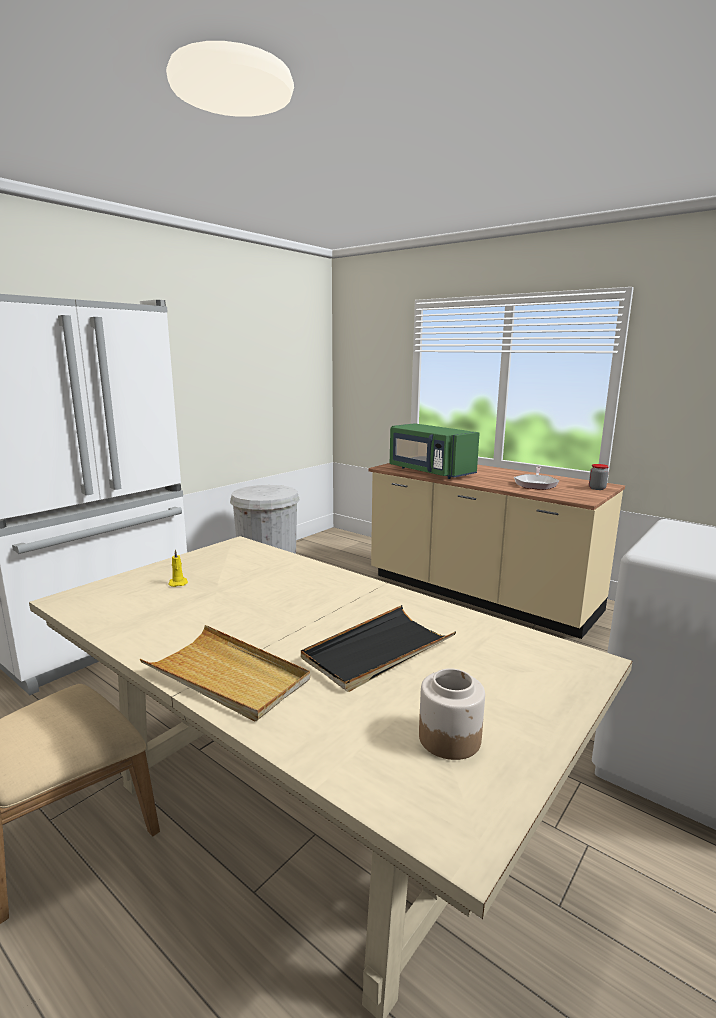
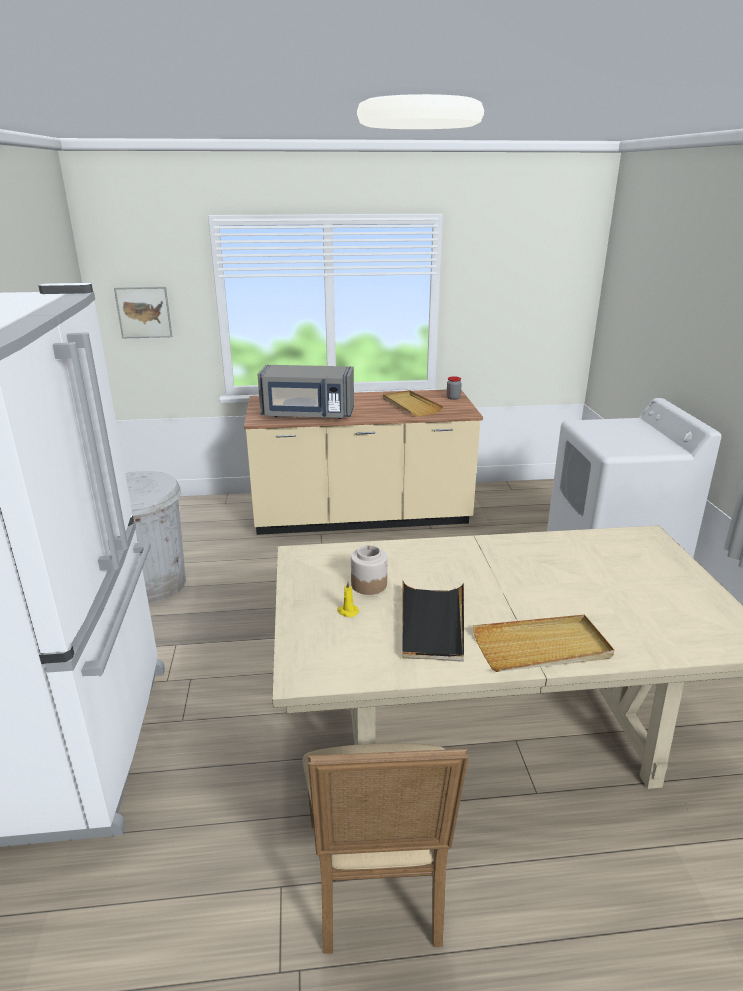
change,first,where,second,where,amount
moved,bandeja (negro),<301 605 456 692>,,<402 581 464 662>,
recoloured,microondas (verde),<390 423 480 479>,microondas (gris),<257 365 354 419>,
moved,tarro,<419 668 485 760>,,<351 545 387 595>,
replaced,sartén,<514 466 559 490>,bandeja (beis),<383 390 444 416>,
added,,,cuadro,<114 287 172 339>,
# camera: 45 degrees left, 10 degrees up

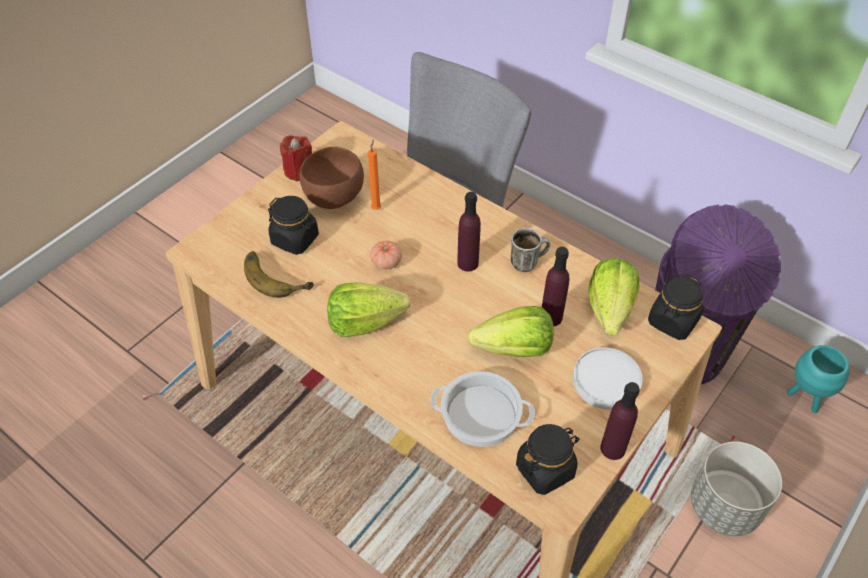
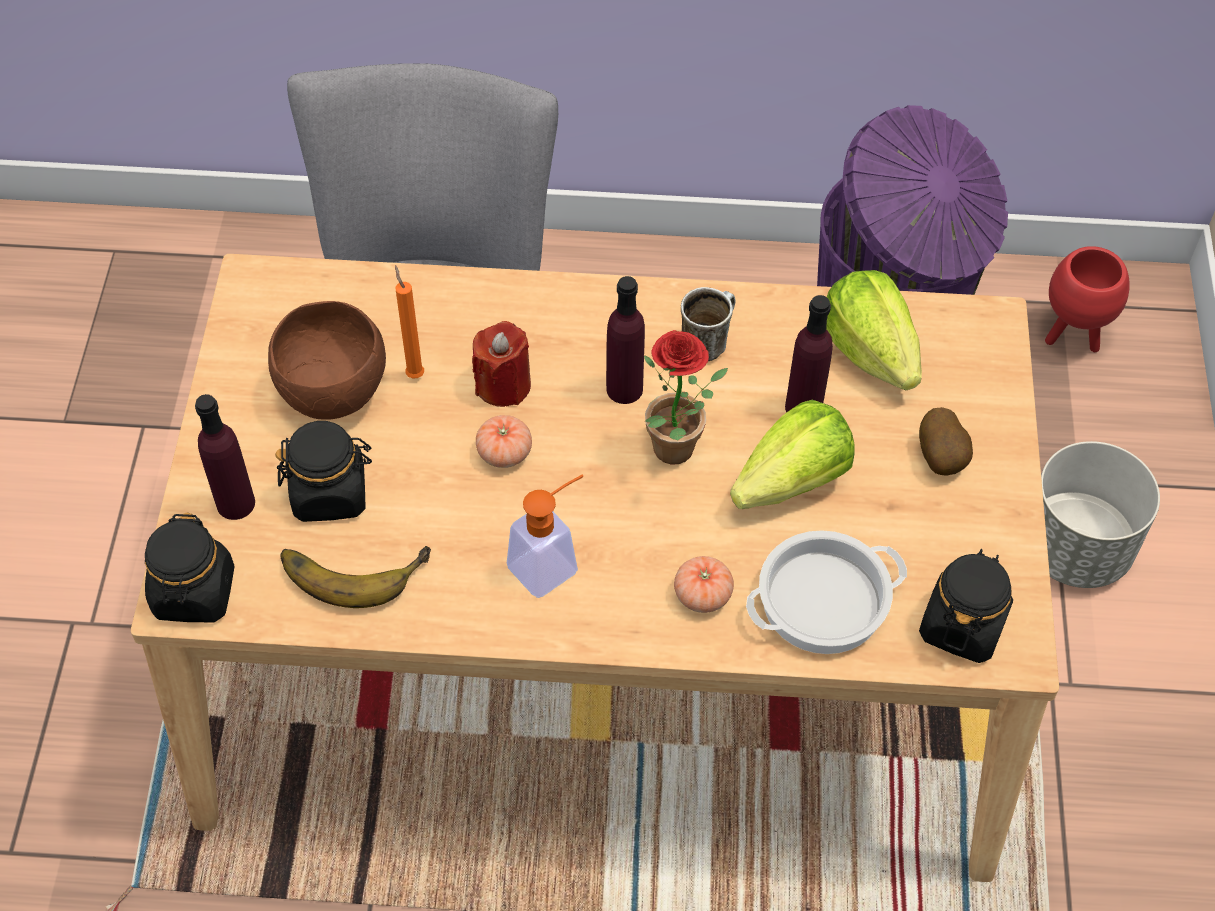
change,first,where,second,where,amount
moved,vela (rojo),<280 135 312 182>,,<472 321 531 407>,
replaced,lechuga,<327 282 411 337>,dispensador de jabón,<507 475 583 598>,
replaced,plato (blanco),<573 348 642 410>,patata,<919 407 973 475>,
moved,botella (morado),<600 382 640 460>,,<195 394 255 520>,
moved,tarro (negro),<648 275 704 340>,,<145 513 235 622>,
recoloured,maceta (turquesa),<787 345 850 413>,maceta (rojo),<1045 246 1130 352>,
added,,,planta en maceta,<644 330 728 464>,
added,,,tomate,<674 556 734 613>,
# camera: 35 degrees left, 5 degrees up

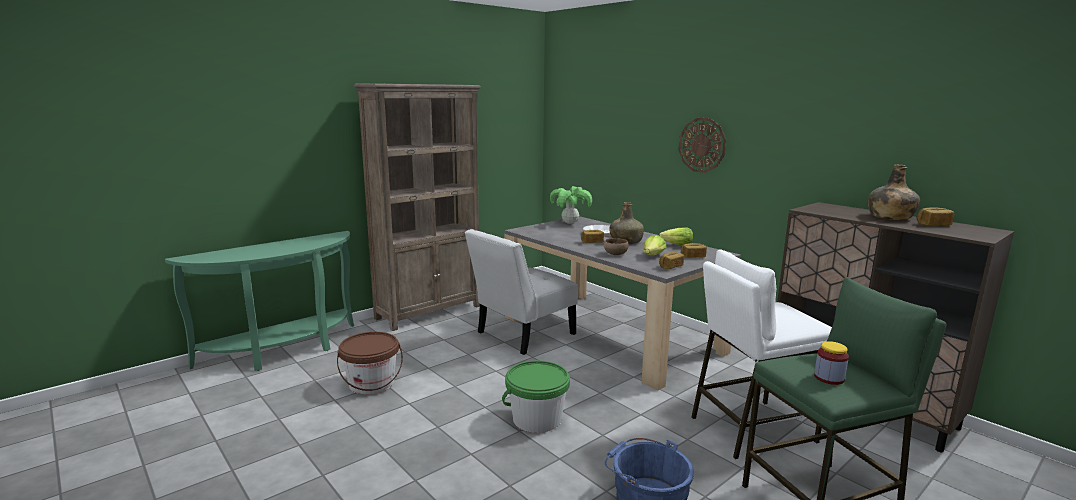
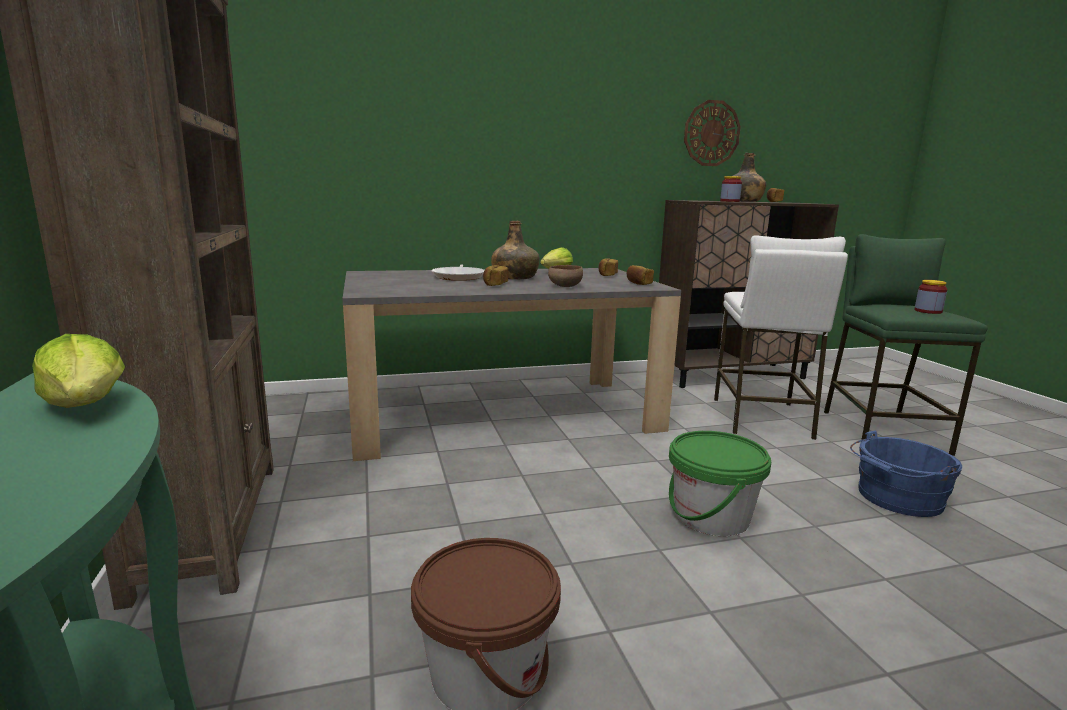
change,first,where,second,where,amount
removed,silla (blanco),<465 229 578 355>,,,
removed,planta en maceta,<550 186 592 224>,,,
moved,lechuga,<644 235 666 255>,,<32 334 125 408>,
moved,reloj de pared,<679 118 726 173>,,<684 100 741 166>,
added,,,tarro,<720 176 742 202>,
# camera: 65 degrees left, 0 degrees up

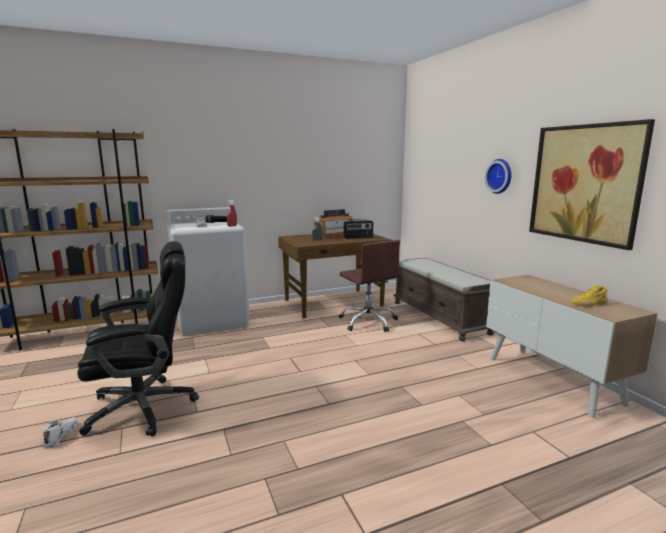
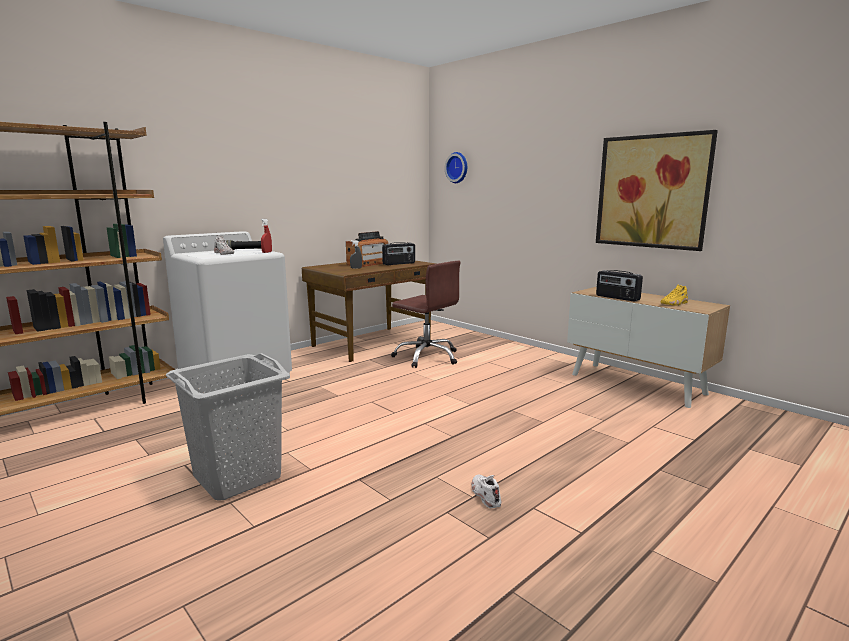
change,first,where,second,where,amount
moved,zapato (blanco),<42 417 78 448>,,<472 474 501 508>,
replaced,silla de oficina (negro),<77 241 199 436>,cesto de la ropa (gris),<166 353 289 501>,
removed,banco (marrón),<393 258 494 341>,,,
moved,reloj de pared,<485 159 511 194>,,<445 152 467 183>,
added,,,radio,<596 270 643 302>,
# camera: 20 degrees left, 0 degrees up

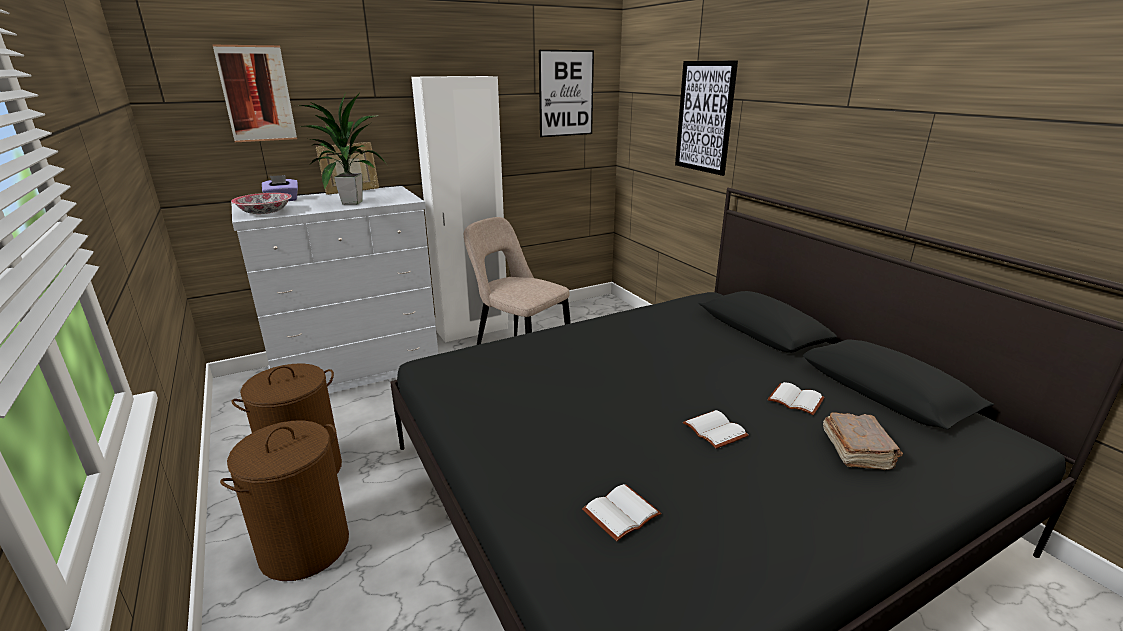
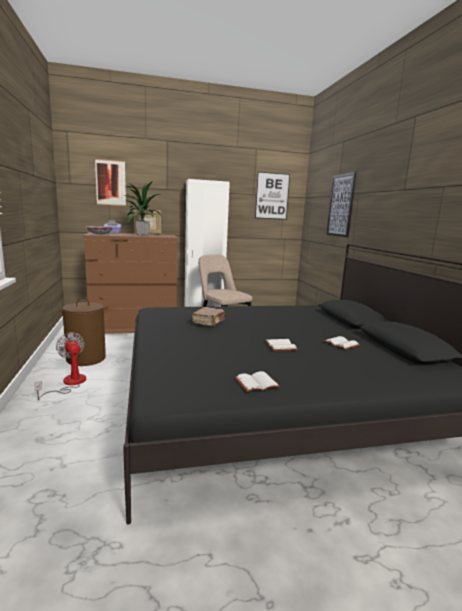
change,first,where,second,where,amount
replaced,cesto de la ropa (marrón),<220 421 349 581>,ventilador,<34 332 86 400>,
recoloured,cómoda (blanco),<232 186 438 393>,cómoda (marrón),<83 232 178 334>,
moved,libro (blanco),<582 484 661 541>,,<235 371 281 392>,
moved,libro (marrón),<823 412 903 470>,,<192 307 225 326>,
# camera: 15 degrees right, 10 degrees down

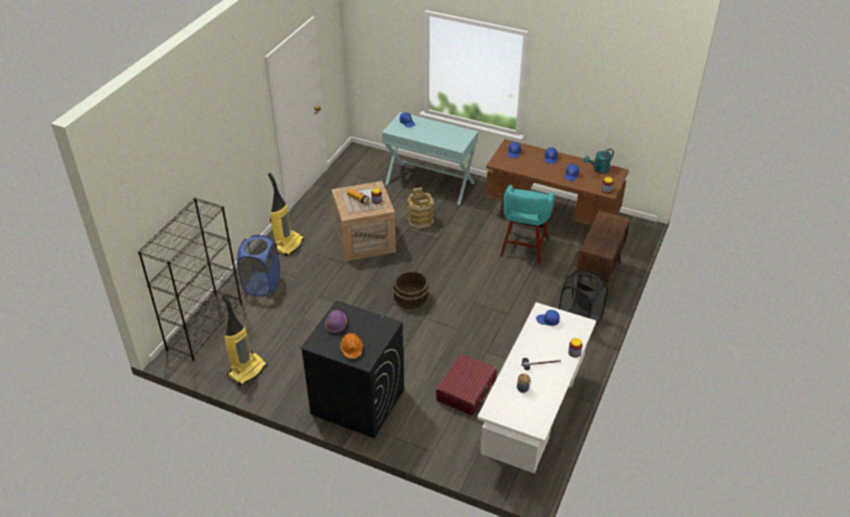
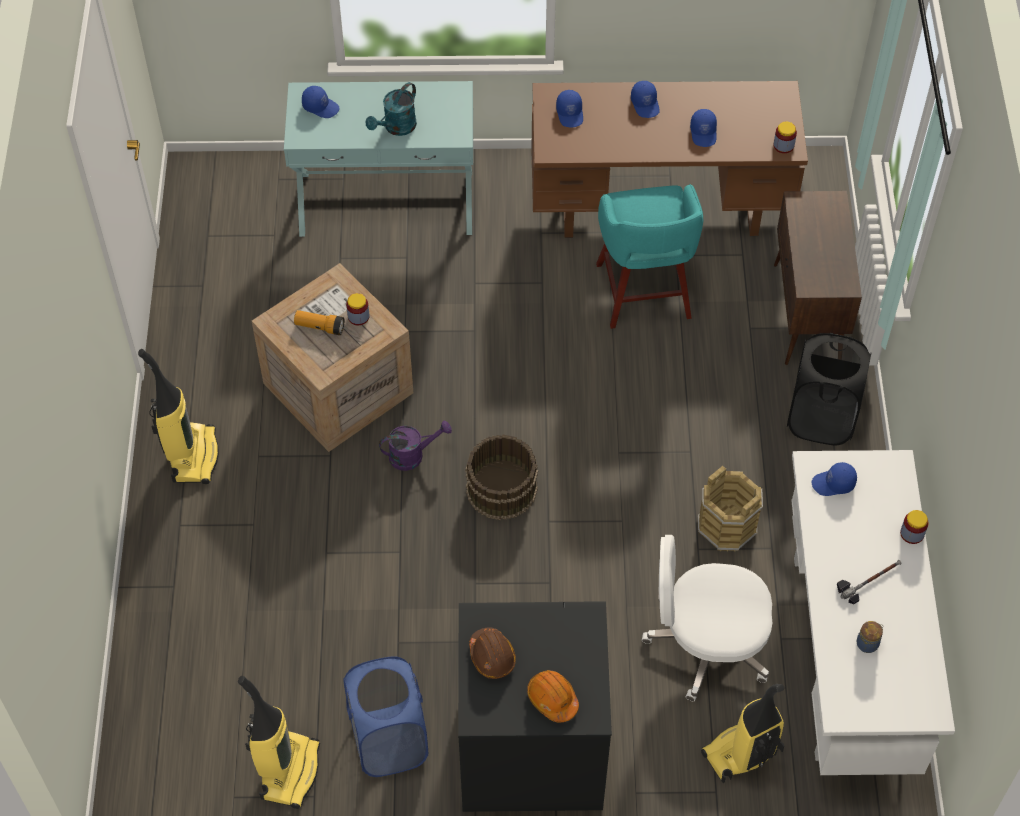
change,first,where,second,where,amount
removed,estantería (negro),<138 198 242 361>,,,
moved,cesto de la ropa (azul),<237 235 280 296>,,<343 657 428 777>,
recoloured,casco (morado),<325 310 347 332>,casco (marrón),<469 628 516 679>,
moved,cubo (marrón),<407 187 435 229>,,<698 466 763 552>,
replaced,maleta (rojo),<436 354 497 416>,silla de oficina (blanco),<642 535 772 701>,
moved,regadera (turquesa),<584 149 614 173>,,<366 82 417 136>,
added,,,regadera (morado),<379 421 452 471>,
added,,,aspiradora,<701 684 784 783>,
# camera: 25 degrees left, 15 degrees up

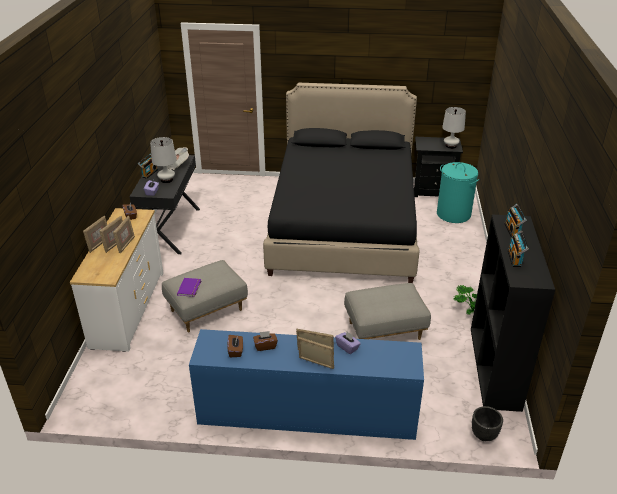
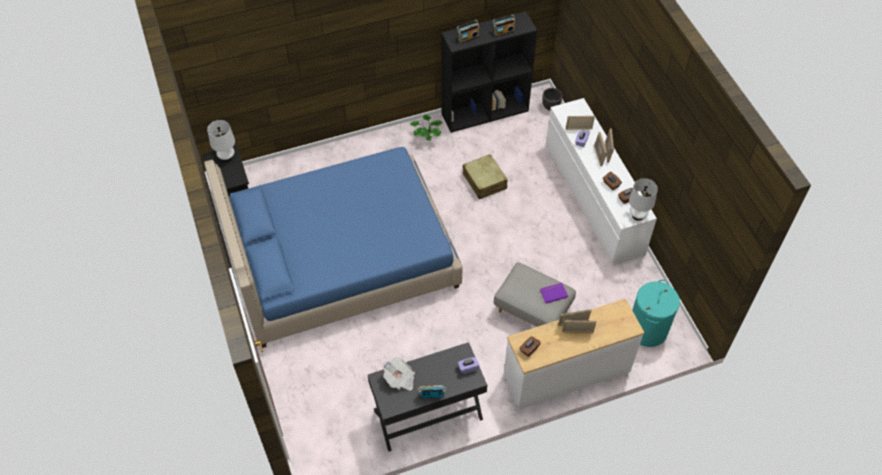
change,first,where,second,where,amount
moved,portarretratos,<83 216 107 253>,,<566 116 595 130>,
moved,lámpara de mesa (blanco),<150 137 177 183>,,<629 178 658 221>,
recoloured,cómoda (azul),<189 329 424 440>,cómoda (blanco),<546 98 657 266>,
recoloured,cama (negro),<263 83 419 283>,cama (azul),<204 147 463 348>,
replaced,puf (gris),<344 283 431 340>,maleta (beis),<463 154 508 199>,
moved,cesto de la ropa (turquesa),<437 162 479 223>,,<632 280 680 347>,
# camera: 115 degrees left, 20 degrees up

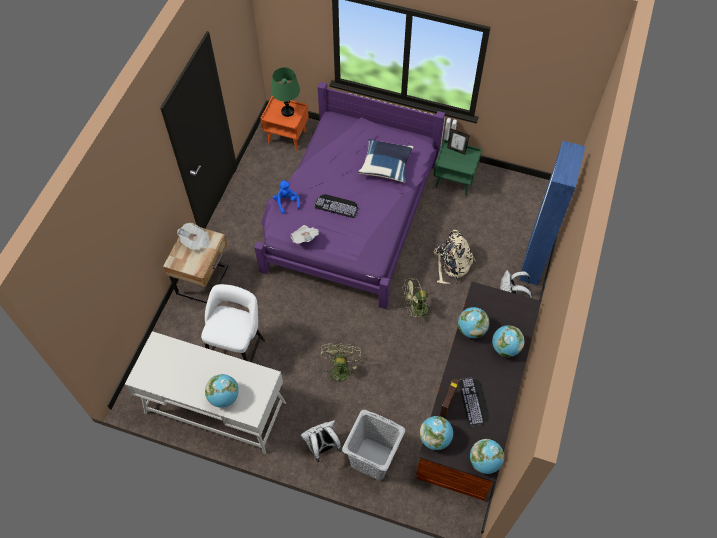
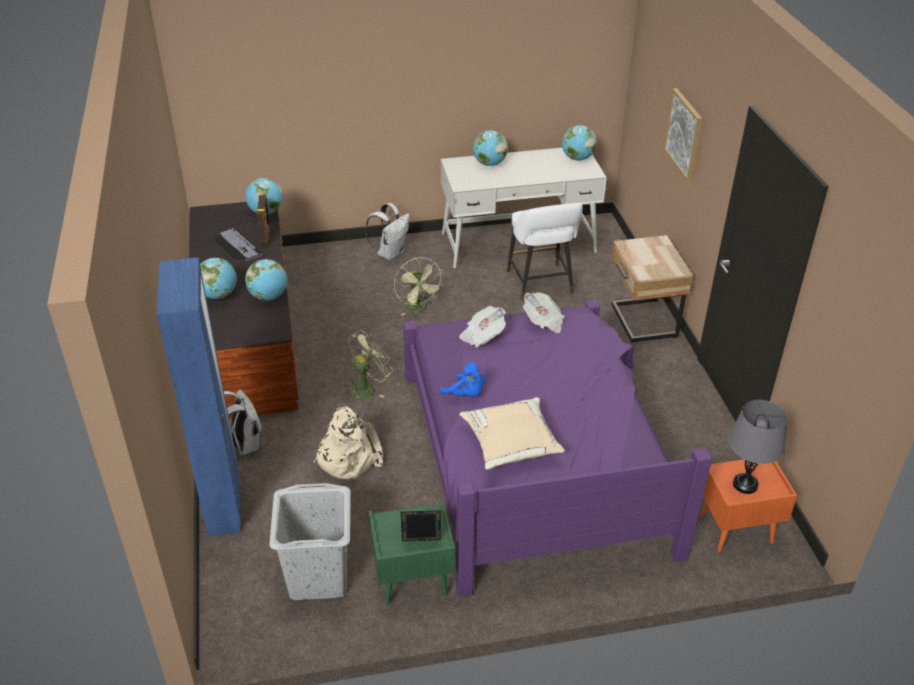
change,first,where,second,where,amount
moved,periódico,<177 223 211 250>,,<459 306 506 347>,
recoloured,lámpara de mesa (verde),<271 67 300 117>,lámpara de mesa (gris),<728 400 787 494>,
moved,peluche (azul),<273 180 300 214>,,<440 362 485 397>,
removed,teclado,<314 194 358 218>,,,
moved,cesto de la ropa (gris),<342 410 405 480>,,<269 483 351 600>,
recoloured,cojín (azul),<358 139 413 183>,cojín (beis),<460 397 565 470>,
moved,globo terráqueo,<470 439 504 474>,,<562 125 597 160>,
added,,,cuadro,<664 88 703 181>,
# camera: 150 degrees right, 20 degrees down

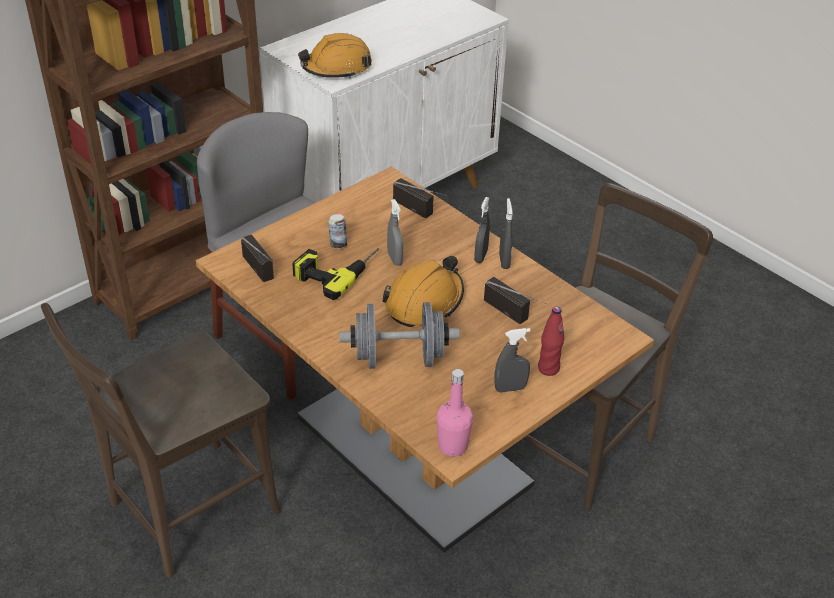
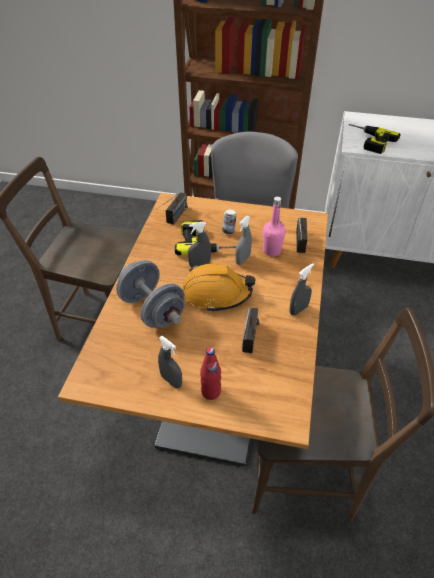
change,first,where,second,where,amount
replaced,casco (naranja),<298 33 372 79>,taladro,<349 124 401 154>,
moved,botella (rosa),<436 369 473 457>,,<263 196 286 256>,
moved,pulverizador (gris),<474 197 490 263>,,<188 222 211 268>,
# camera: 55 degrees right, 5 degrees up

